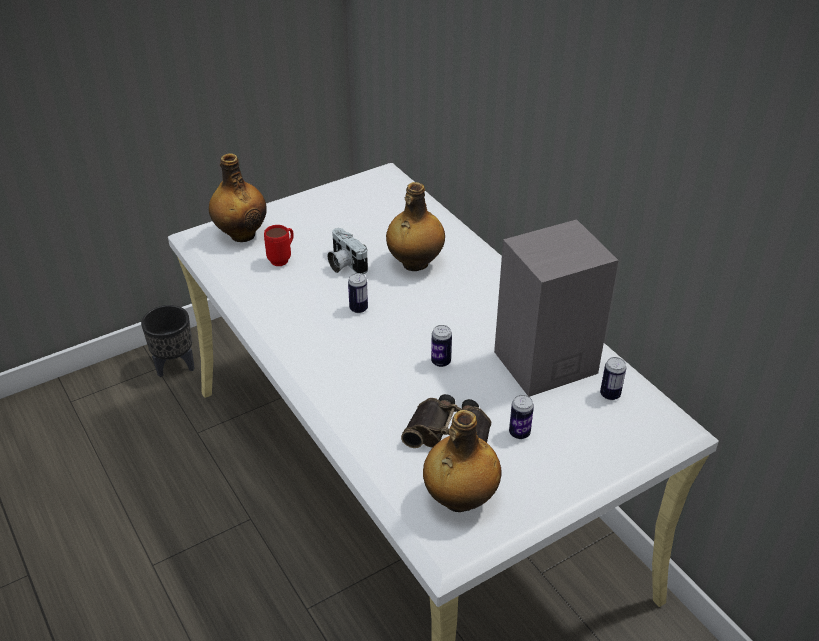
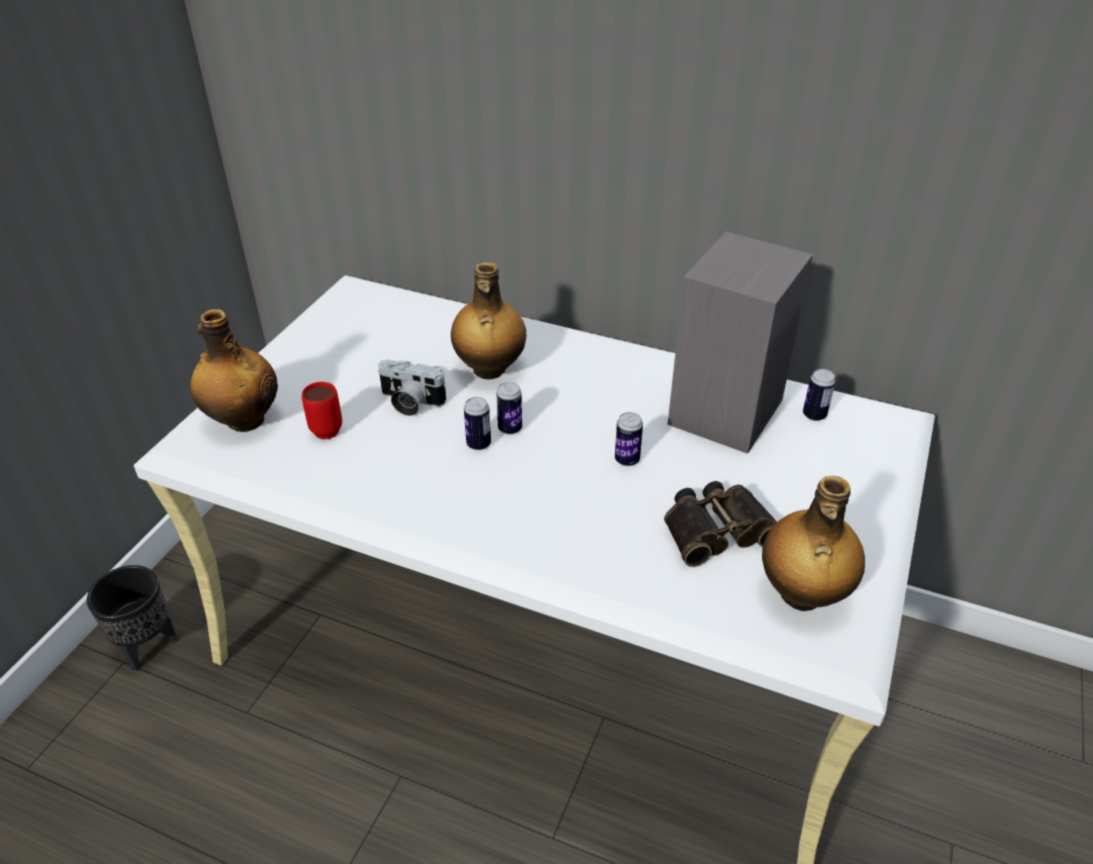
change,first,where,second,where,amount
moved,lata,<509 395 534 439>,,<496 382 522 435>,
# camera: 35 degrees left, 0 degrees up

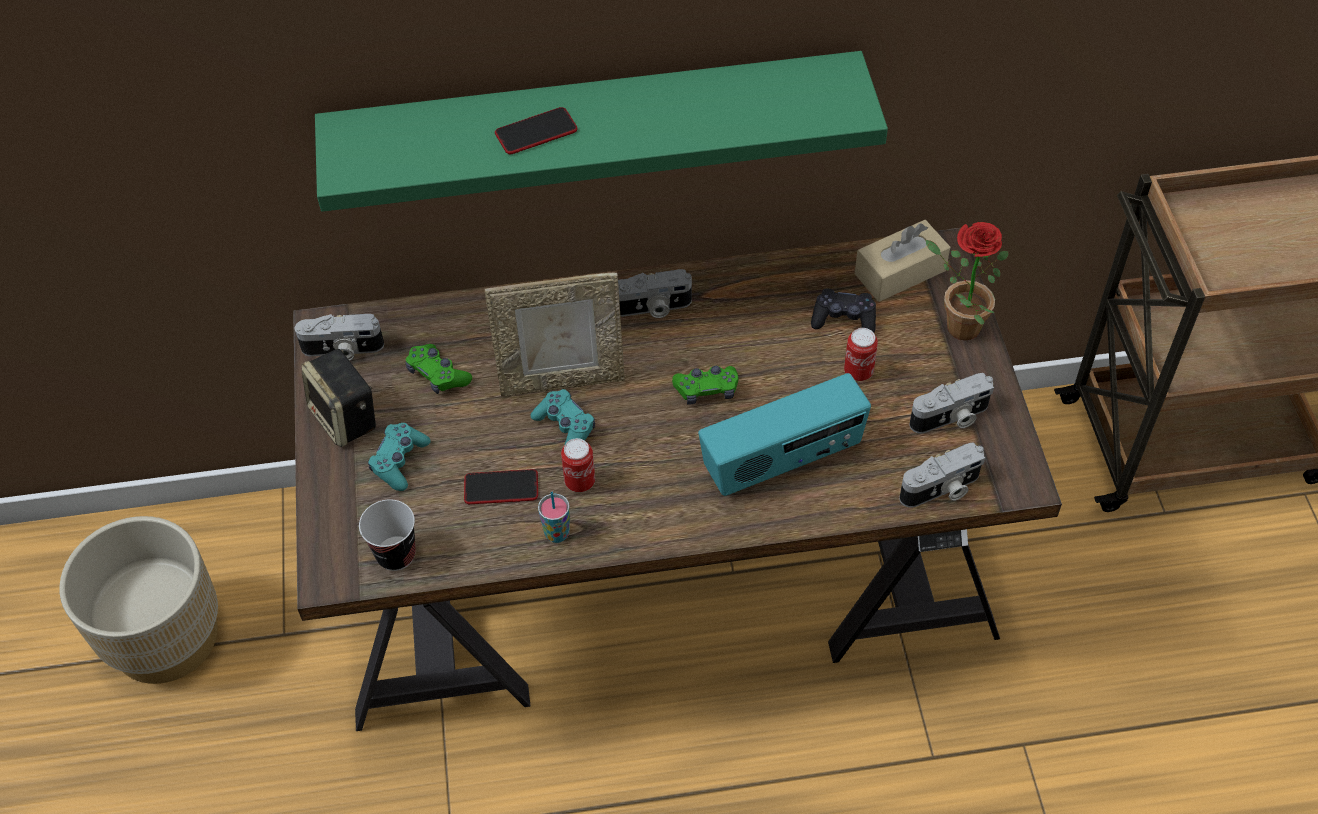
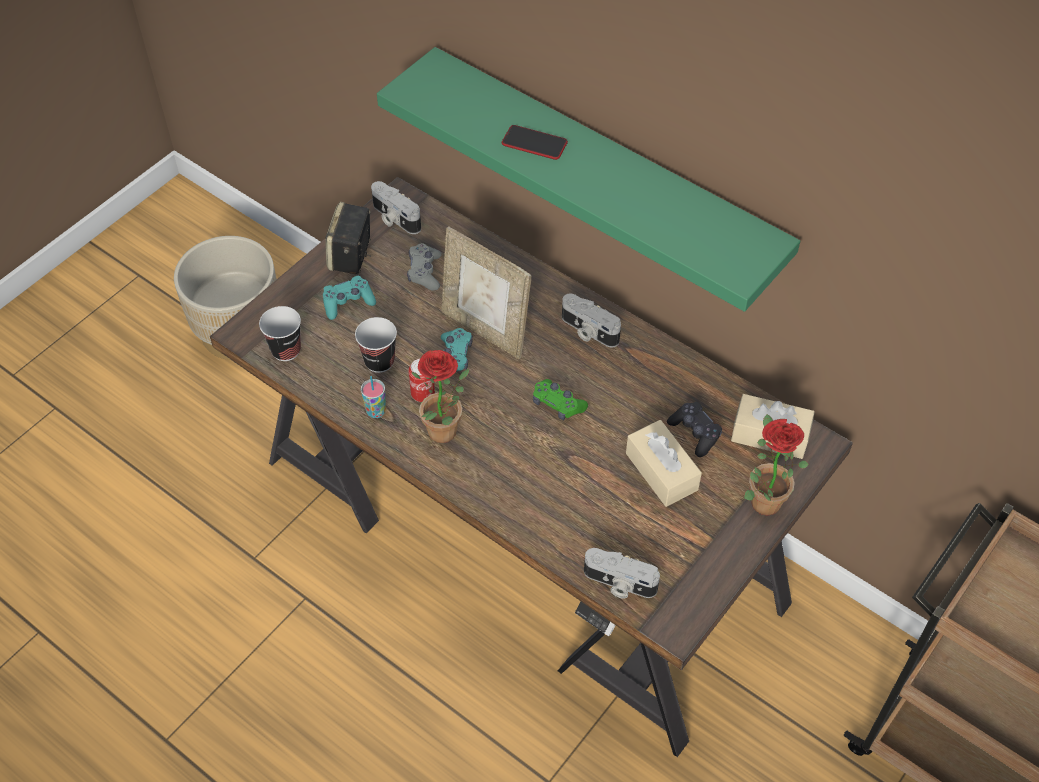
change,first,where,second,where,amount
recoloured,mando de consola (verde),<405 344 472 394>,mando de consola (gris),<407 243 442 291>,
replaced,móvil,<464 469 538 504>,taza,<355 317 397 373>,
removed,radio,<698 373 871 496>,,,
replaced,lata,<844 328 878 381>,caja de pañuelos (beis),<626 420 702 507>,
removed,cámara,<909 373 994 433>,,,
added,,,planta en maceta,<412 350 469 443>,
# camera: 45 degrees right, 0 degrees up

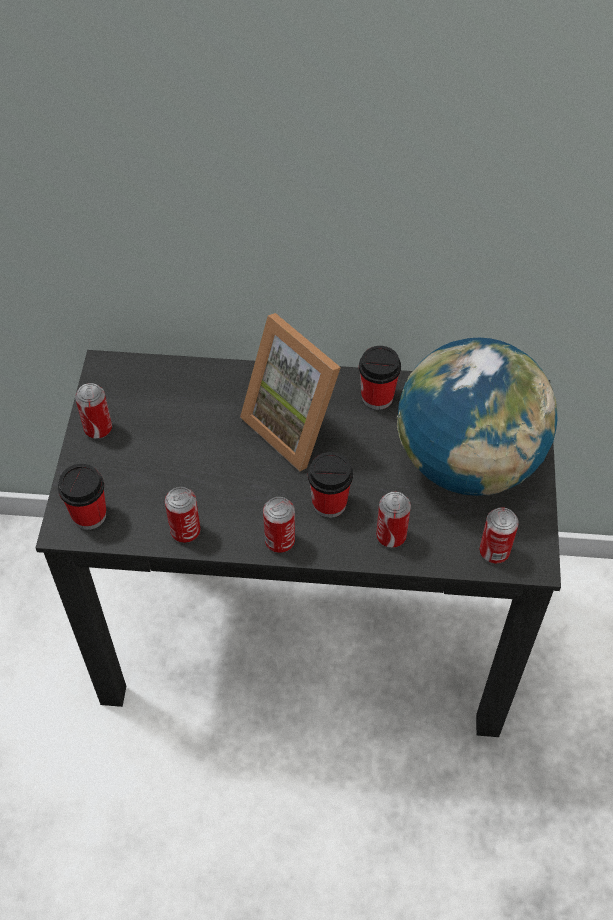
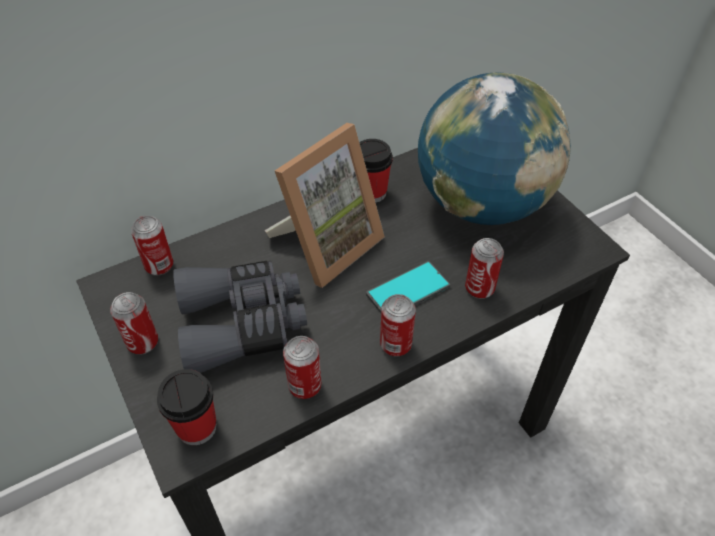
change,first,where,second,where,amount
turned,portarretratos,<240 313 341 472>,,<265 123 385 288>,60 degrees counterclockwise
replaced,taza,<308 452 353 518>,móvil,<366 261 450 313>,
moved,lata,<479 507 519 564>,,<131 215 174 276>,
added,,,prismáticos (gris),<173 261 307 373>,
# camera: 35 degrees left, 5 degrees down

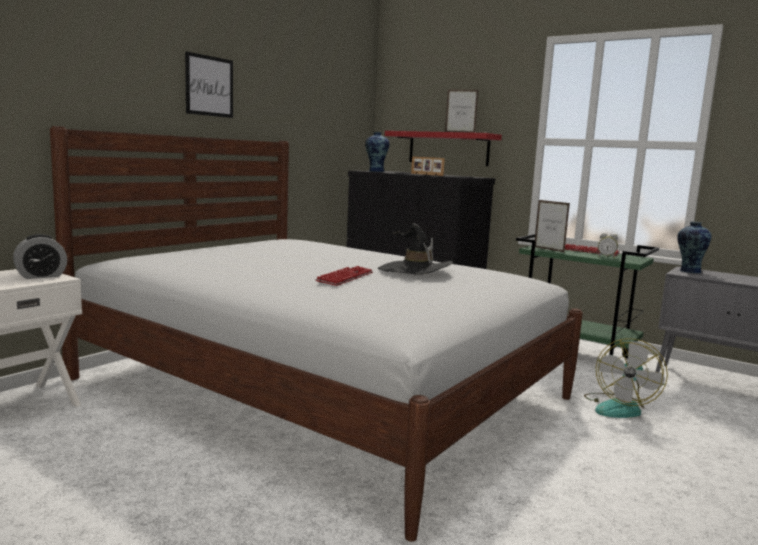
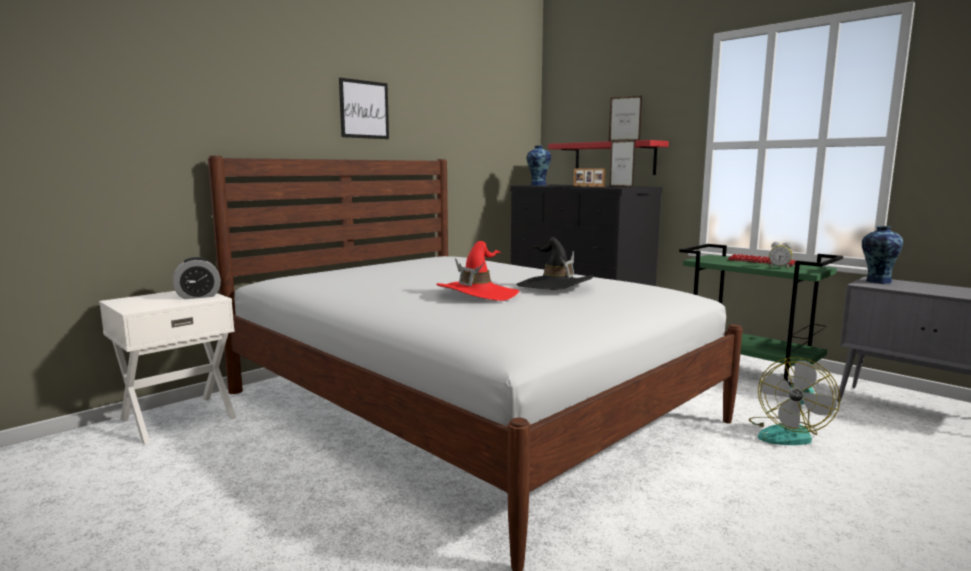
change,first,where,second,where,amount
replaced,teclado,<315 266 373 286>,sombrero (rojo),<436 241 519 301>,
moved,portarretratos,<535 200 570 253>,,<610 139 635 188>,
# camera: 10 degrees right, 0 degrees up

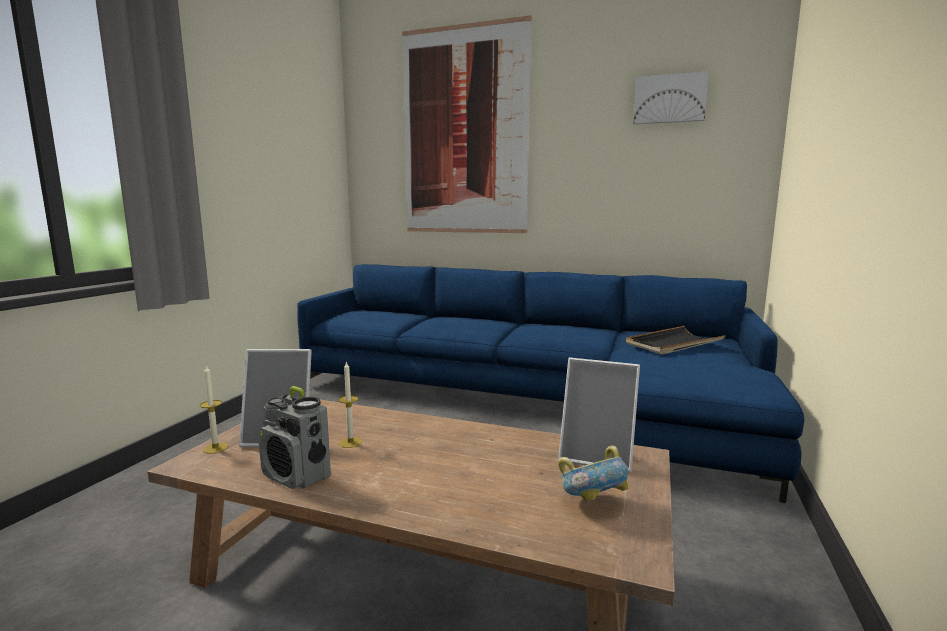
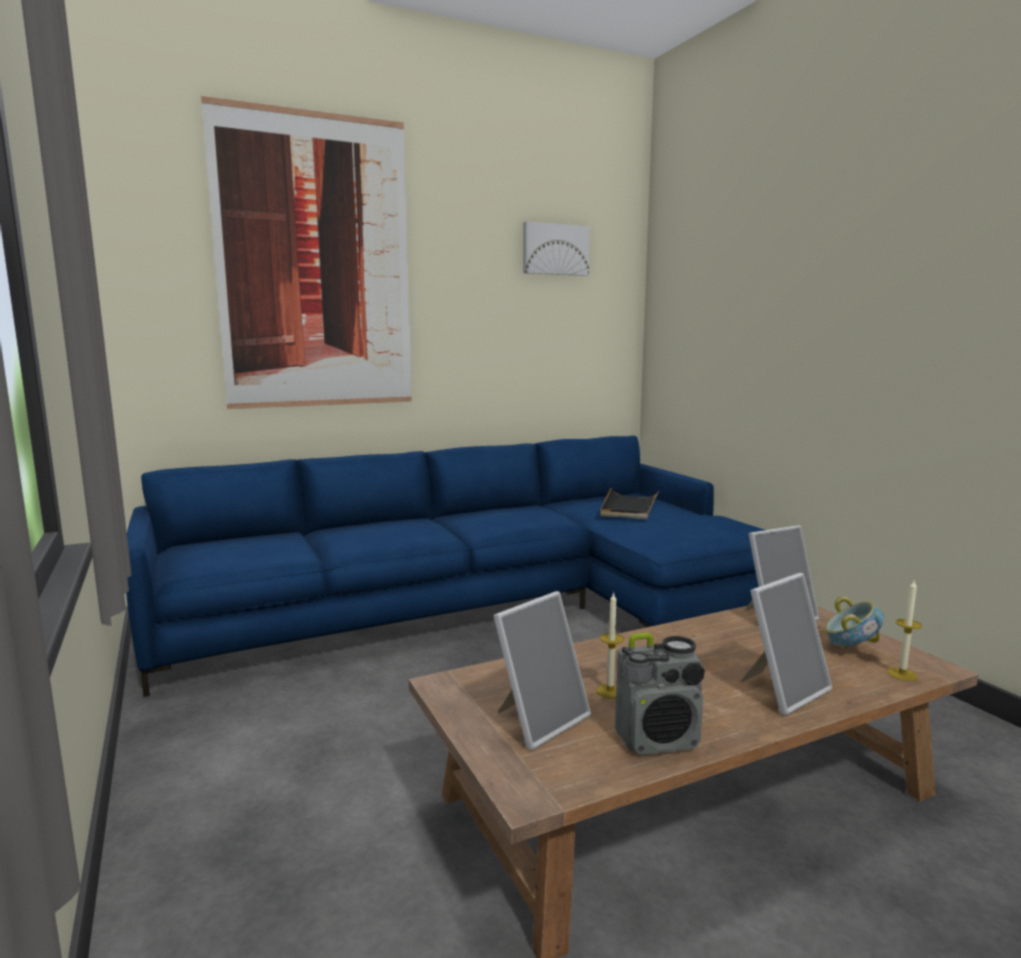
change,first,where,second,where,amount
moved,vela,<200 365 229 454>,,<887 581 922 681>,
added,,,portarretratos,<740 573 832 715>,
# camera: 45 degrees left, 0 degrees up

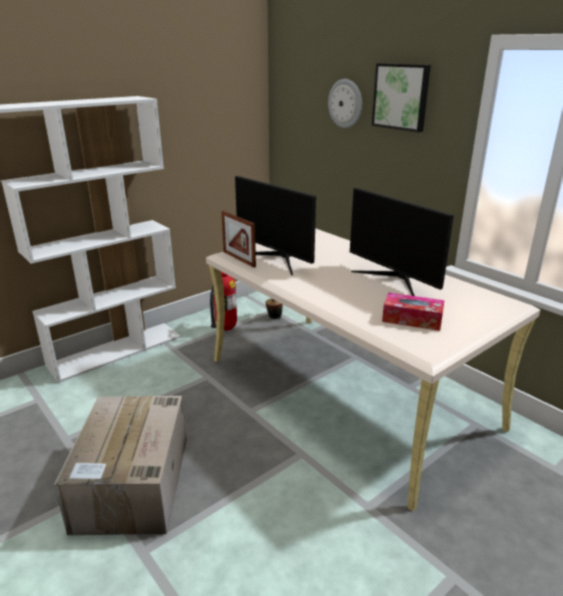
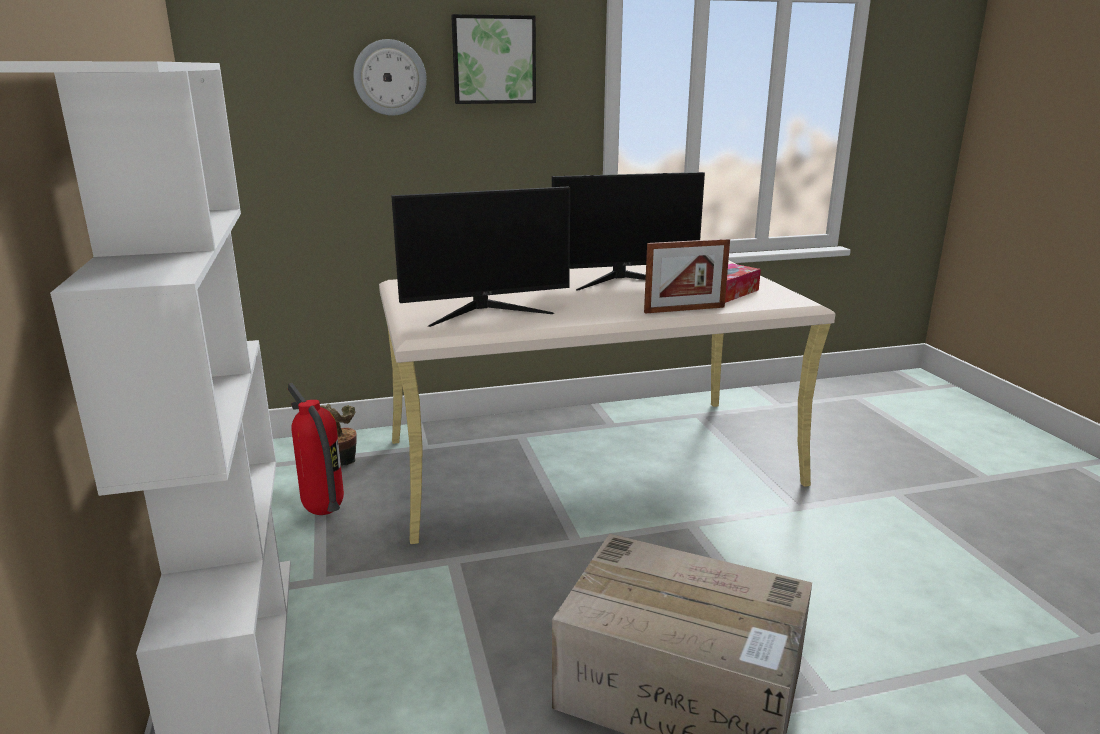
change,first,where,second,where,amount
moved,portarretratos,<221 211 256 267>,,<644 239 730 314>,
# camera: 65 degrees left, 5 degrees down

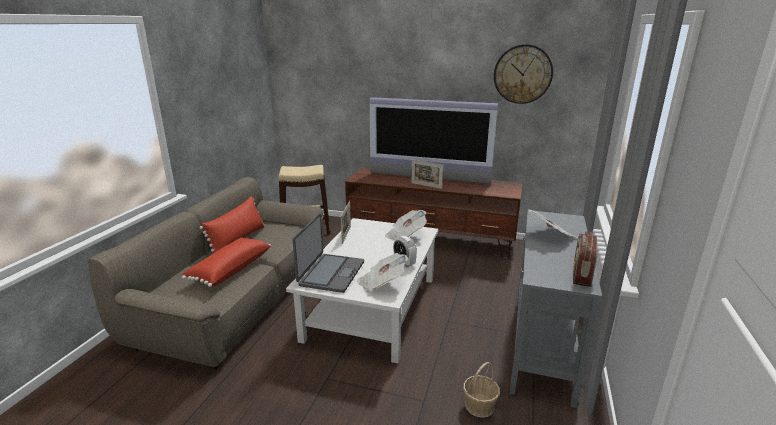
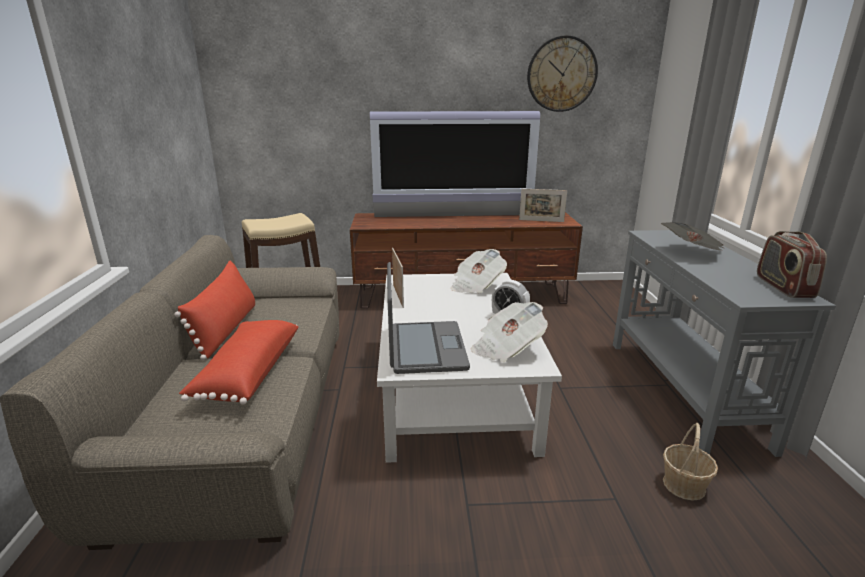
change,first,where,second,where,amount
moved,portarretratos,<411 160 443 189>,,<519 188 567 222>,
# camera: 20 degrees left, 0 degrees up

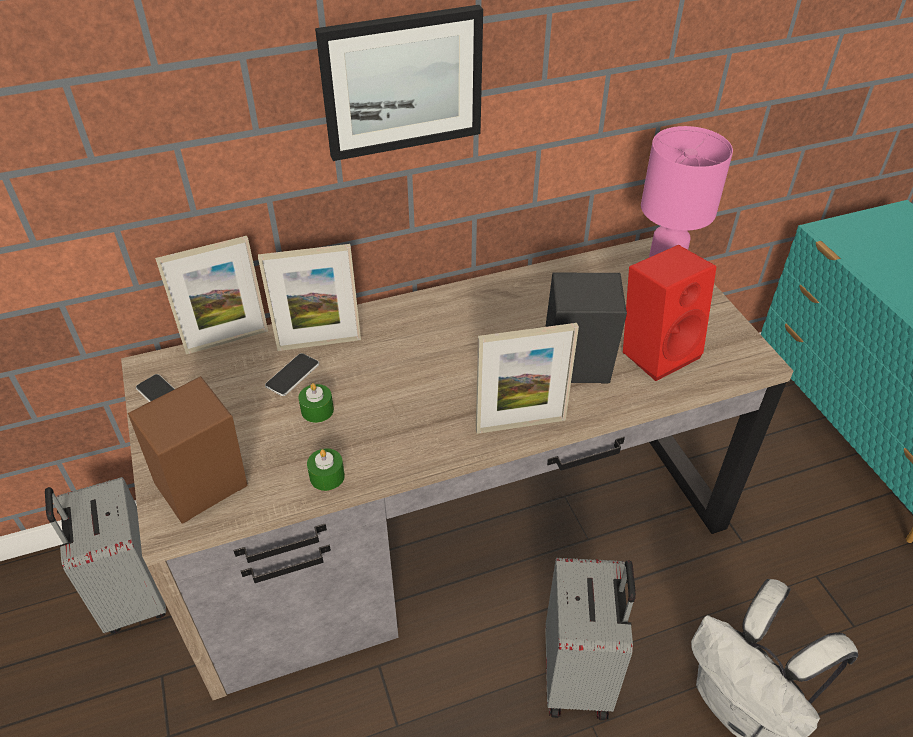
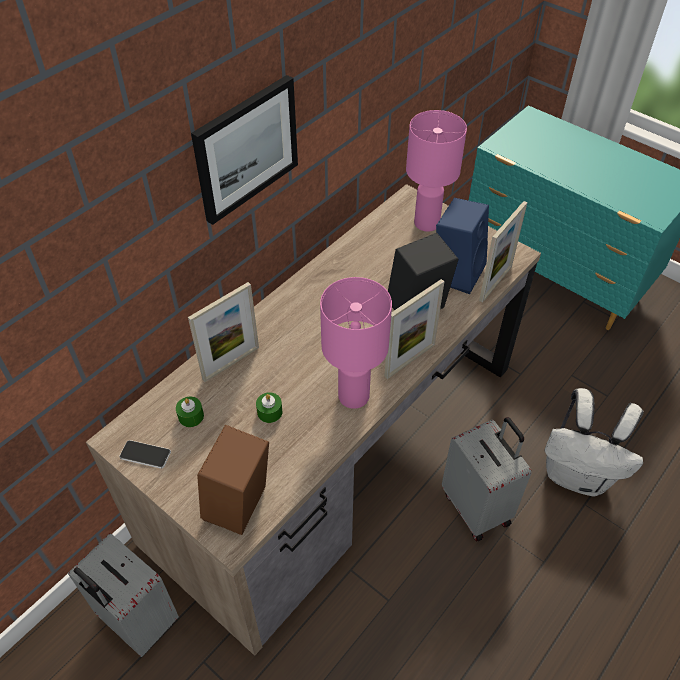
change,first,where,second,where,amount
moved,portarretratos,<155 236 268 354>,,<479 201 528 303>,
removed,móvil,<265 353 319 396>,,,
moved,vela (verde),<307 449 345 491>,,<176 397 204 427>,
recoloured,altavoz (rojo),<623 245 716 381>,altavoz (azul),<436 198 489 294>,
added,,,lámpara de mesa (rosa),<320 277 392 409>,
# camera: 30 degrees left, 5 degrees up

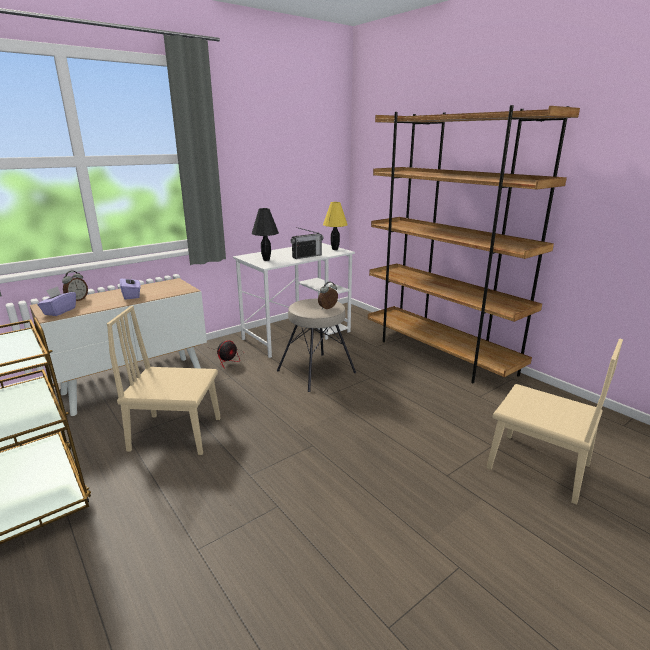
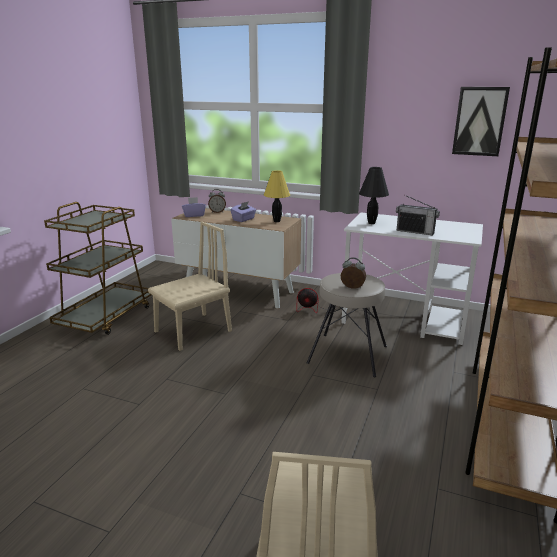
change,first,where,second,where,amount
turned,silla (beis),<107 306 220 455>,,<148 221 232 351>,75 degrees clockwise
moved,lámpara de mesa (amarillo),<323 202 348 250>,,<264 170 290 222>,
added,,,cuadro,<452 87 510 156>,
# camera: 60 degrees right, 0 degrees up

